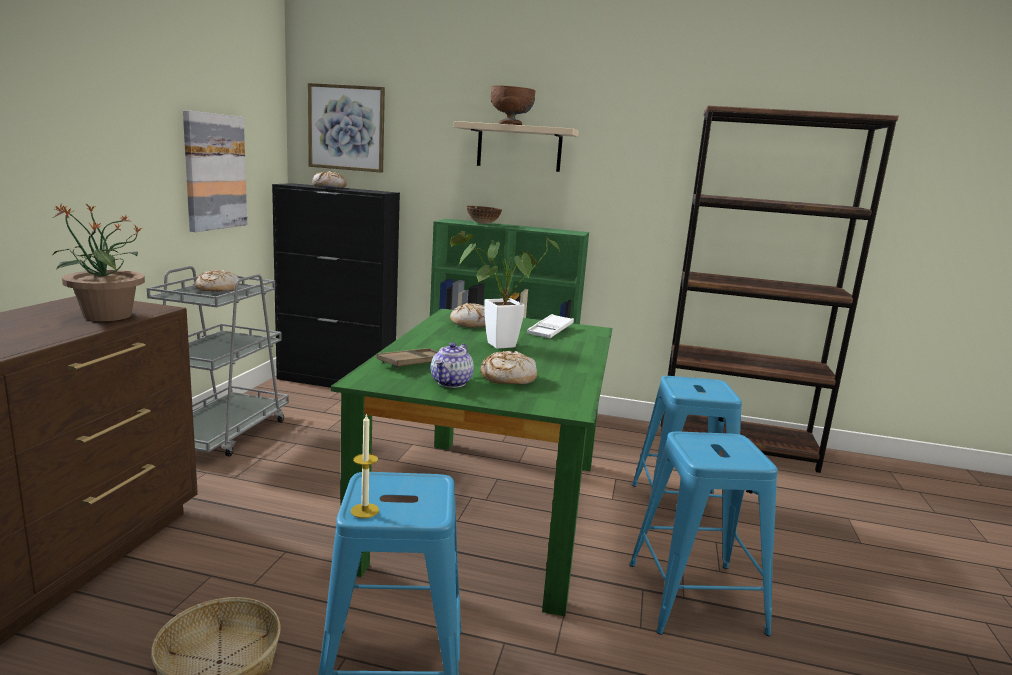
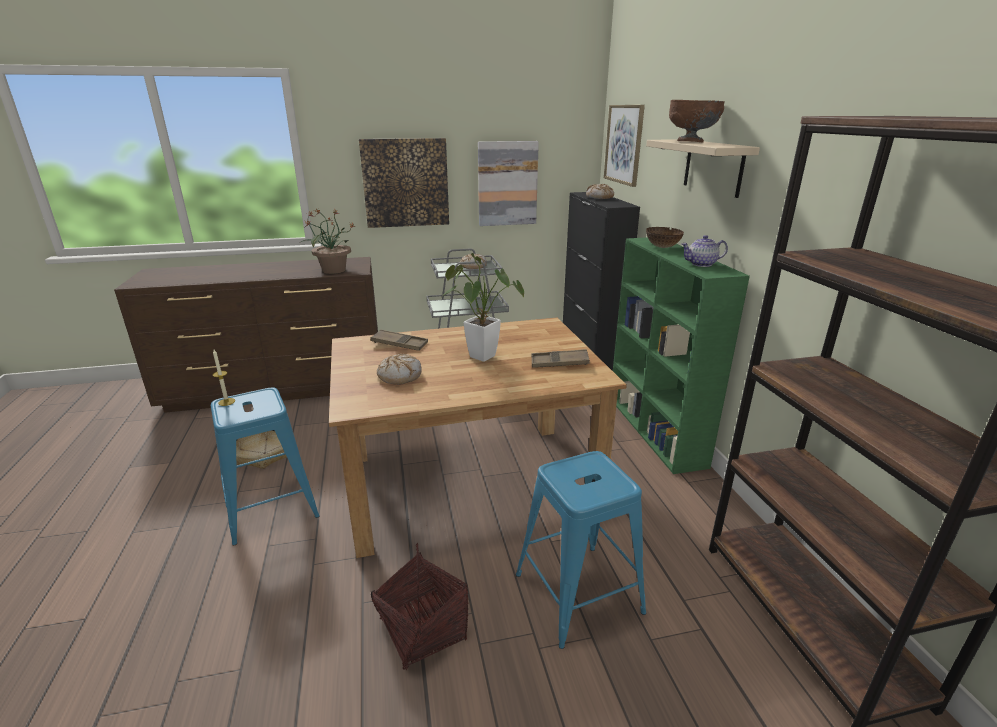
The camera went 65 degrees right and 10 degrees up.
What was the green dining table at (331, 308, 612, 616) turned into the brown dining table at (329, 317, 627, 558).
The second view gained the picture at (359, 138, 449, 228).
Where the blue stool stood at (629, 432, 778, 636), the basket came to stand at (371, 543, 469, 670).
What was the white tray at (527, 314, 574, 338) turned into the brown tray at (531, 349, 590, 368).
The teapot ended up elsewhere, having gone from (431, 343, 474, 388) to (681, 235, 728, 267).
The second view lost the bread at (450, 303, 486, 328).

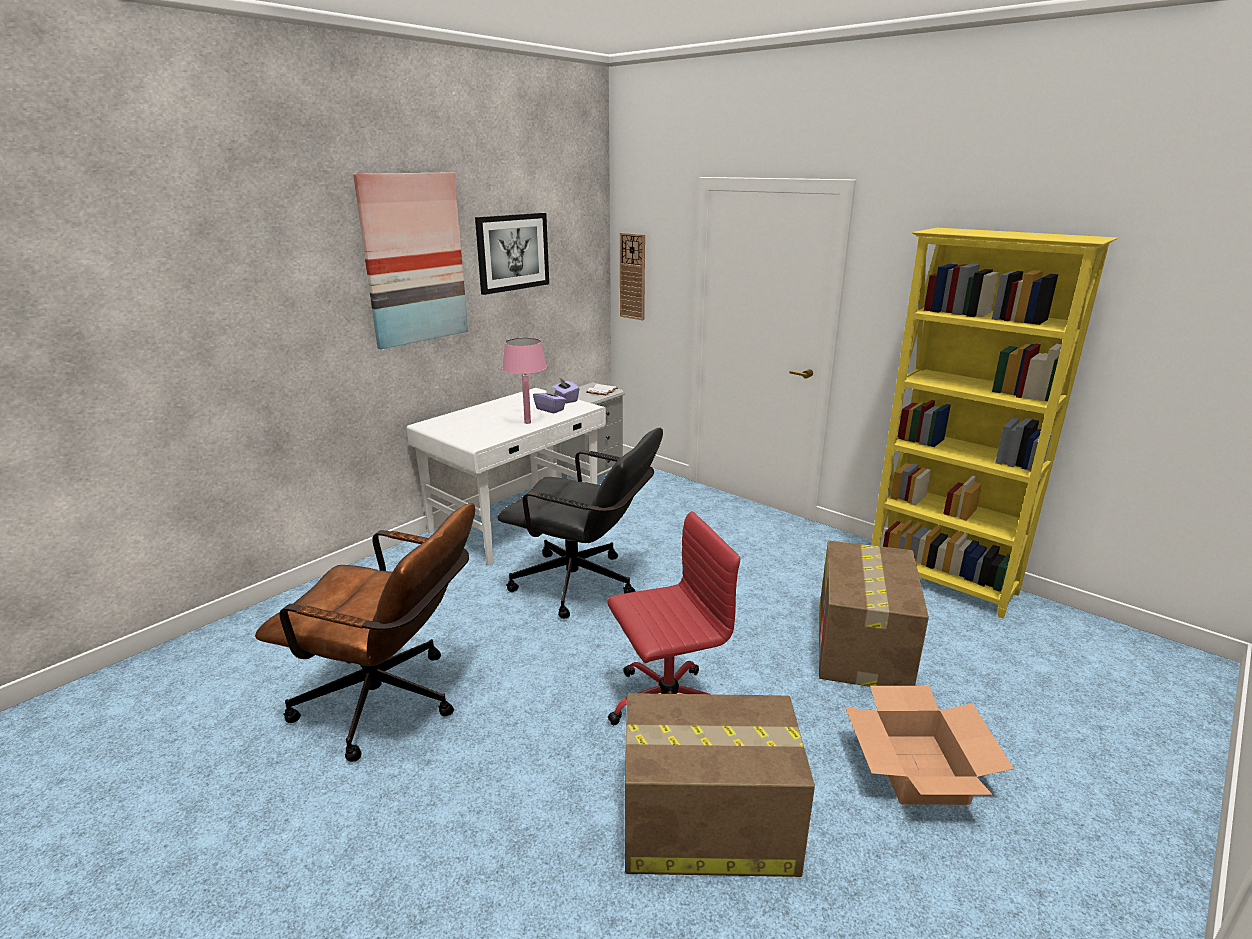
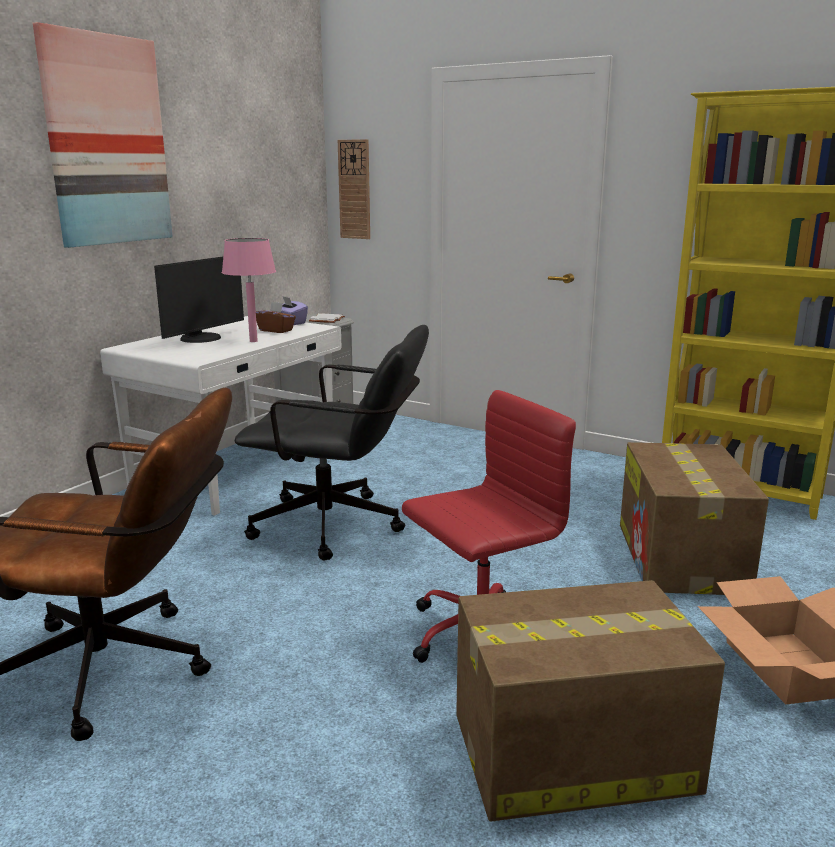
The camera went 10 degrees left and 5 degrees down.
The second view gained the monitor at (154, 257, 244, 343).
What was the purple tissue box at (533, 385, 567, 413) turned into the brown tissue box at (256, 302, 296, 333).
The second view lost the picture at (475, 213, 549, 295).

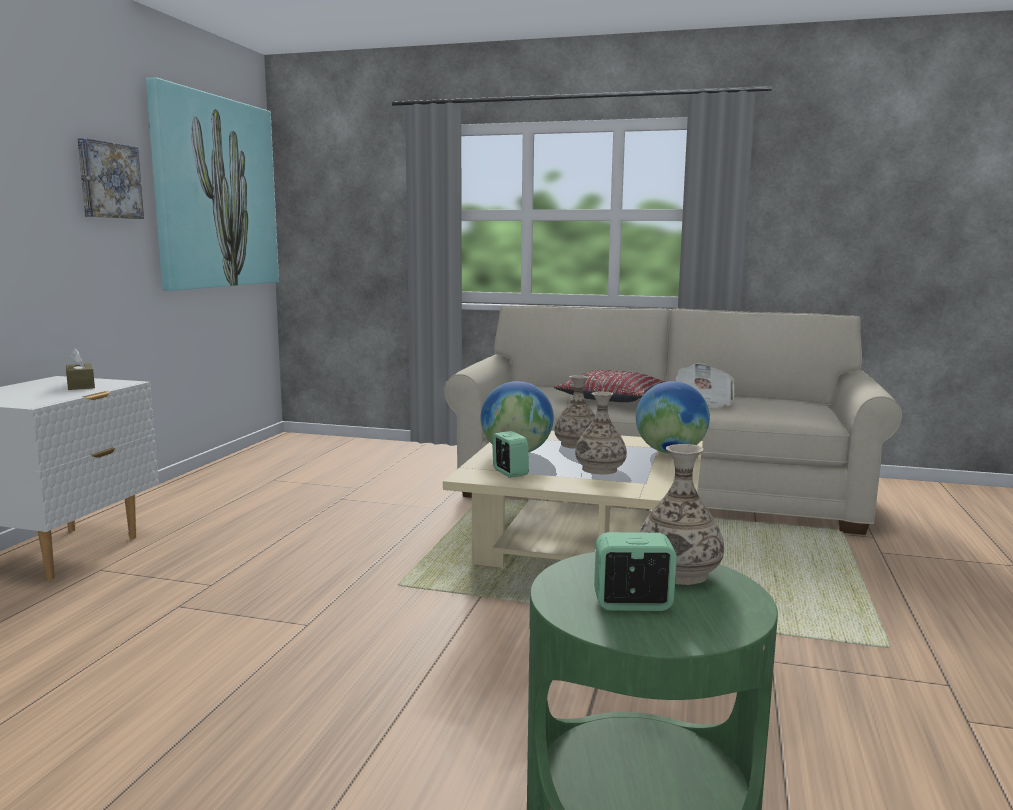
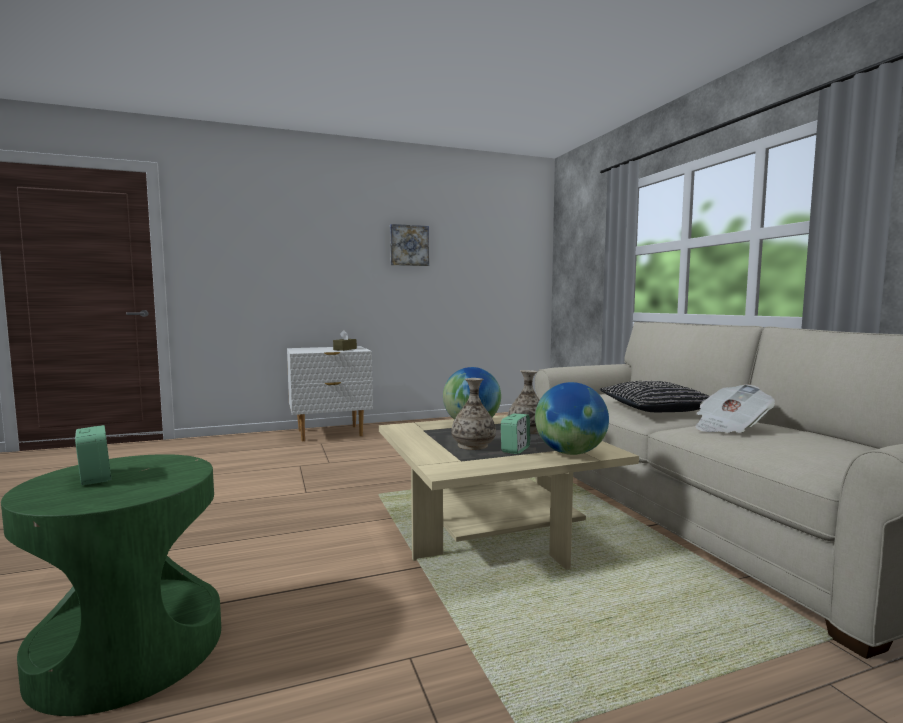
The camera went 55 degrees right and 5 degrees down.
The alarm clock ended up elsewhere, having gone from (492, 431, 529, 478) to (501, 414, 530, 454).
What was the red pillow at (554, 370, 665, 402) turned into the black pillow at (600, 381, 709, 412).
The second view lost the picture at (146, 77, 279, 291).
The second view lost the vase at (639, 444, 724, 585).

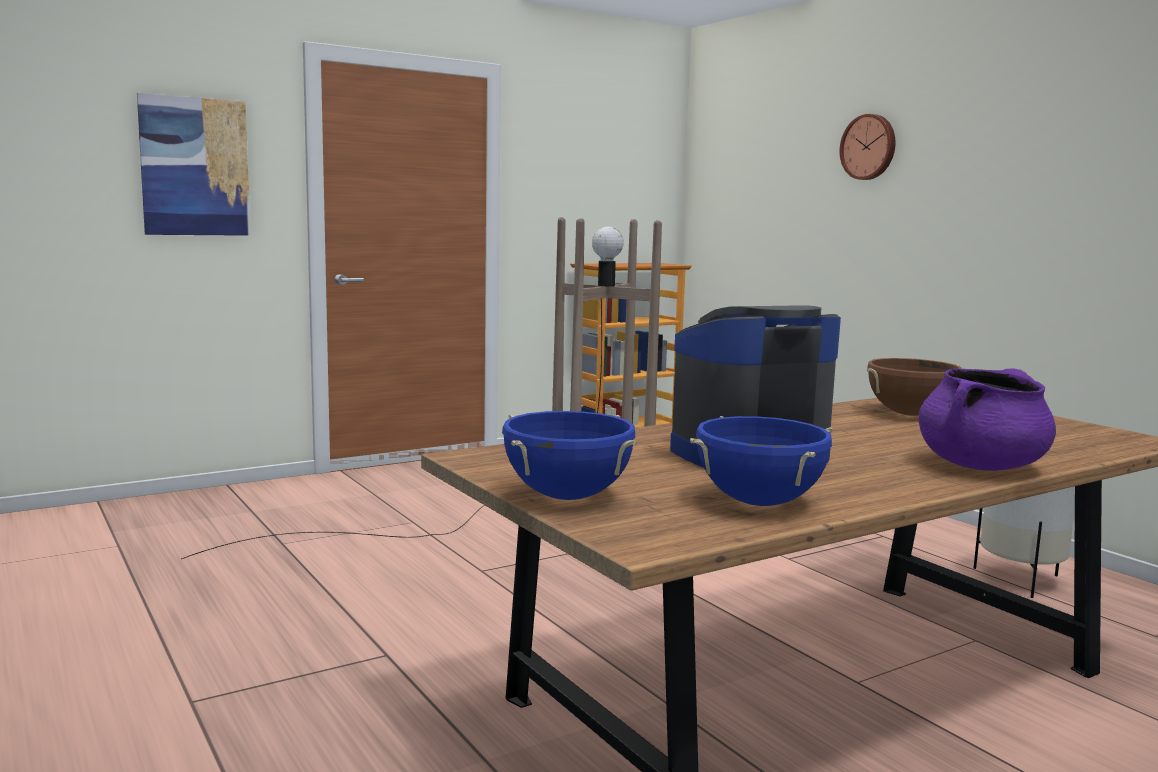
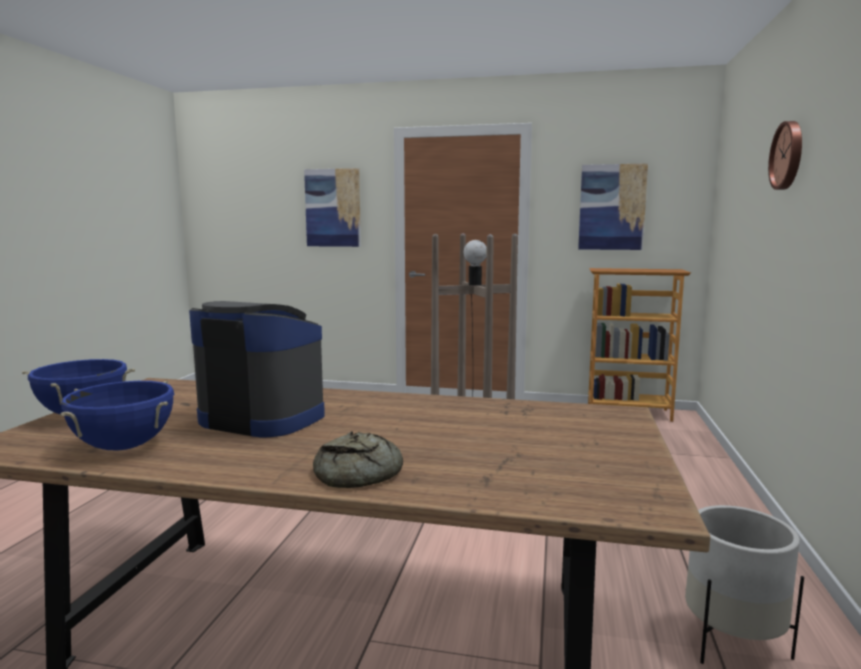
The camera went 45 degrees right and 0 degrees up.
Where the purple cooking pot stood at (919, 368, 1056, 471), the bread came to stand at (313, 431, 403, 488).
The second view gained the picture at (578, 163, 648, 250).
The second view lost the brown cooking pot at (867, 358, 962, 416).

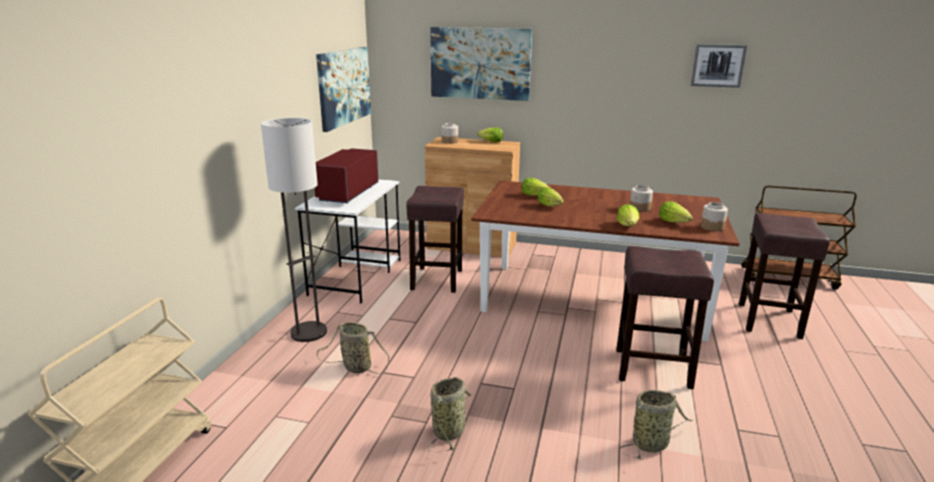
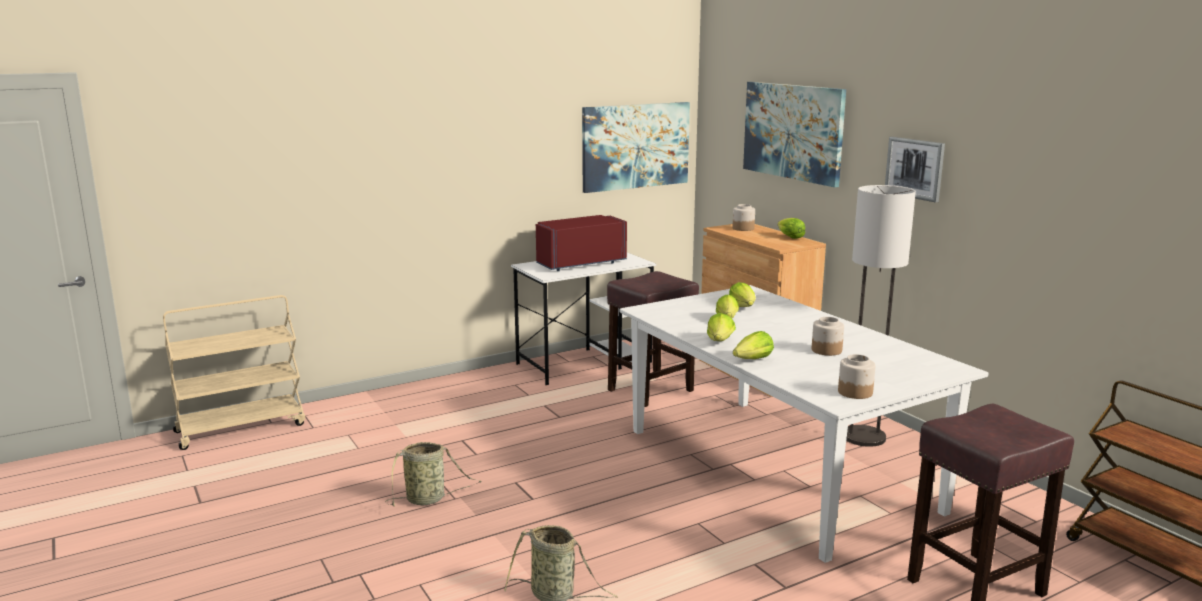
The camera went 45 degrees right and 5 degrees down.
What was the brown dining table at (471, 181, 740, 341) turned into the white dining table at (620, 285, 988, 563).
The lettuce ended up elsewhere, having gone from (659, 202, 693, 223) to (707, 313, 736, 341).
The floor lamp ended up elsewhere, having gone from (261, 118, 327, 342) to (846, 185, 916, 447).
The picture ended up elsewhere, having gone from (691, 44, 747, 88) to (885, 137, 945, 202).
The second view lost the basket at (317, 322, 390, 374).
The second view lost the brown stool at (616, 246, 714, 389).

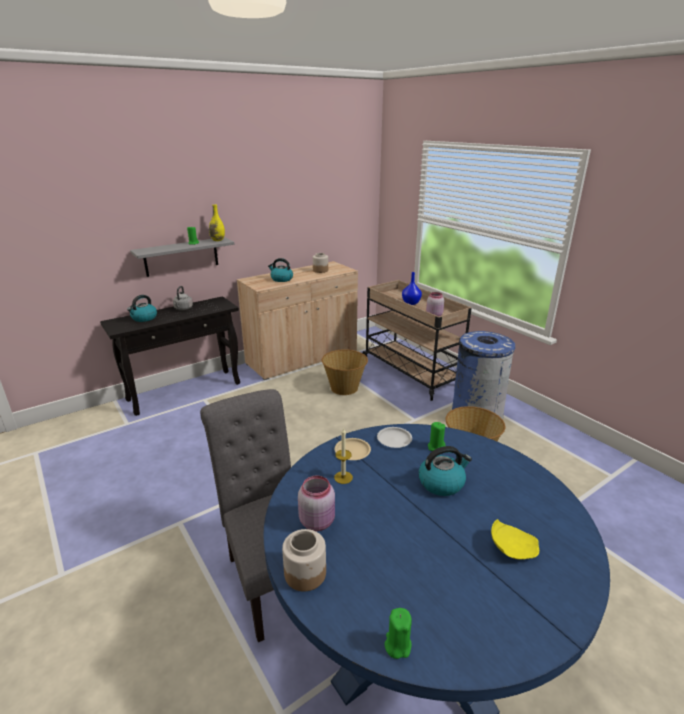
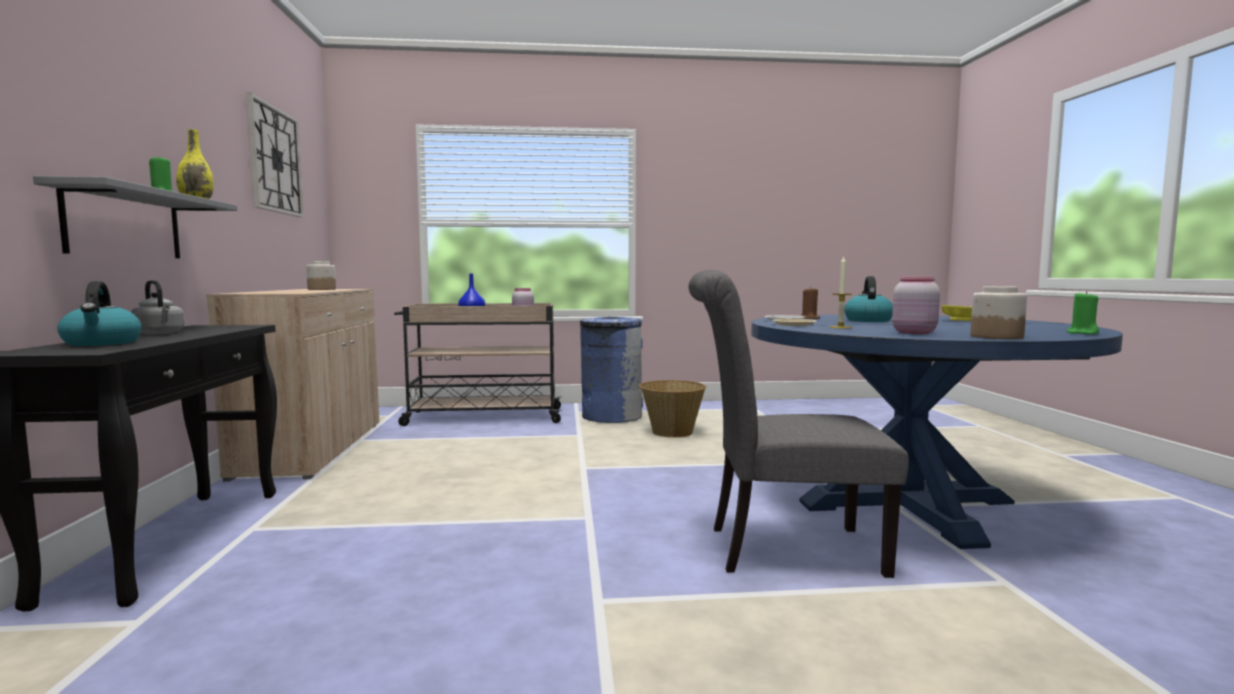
The camera went 60 degrees left and 20 degrees down.
The second view gained the wall clock at (246, 92, 304, 217).
What was the green candle at (428, 422, 445, 451) turned into the brown candle at (801, 287, 820, 319).
The second view lost the kettle at (268, 258, 293, 282).
The second view lost the basket at (322, 349, 368, 395).

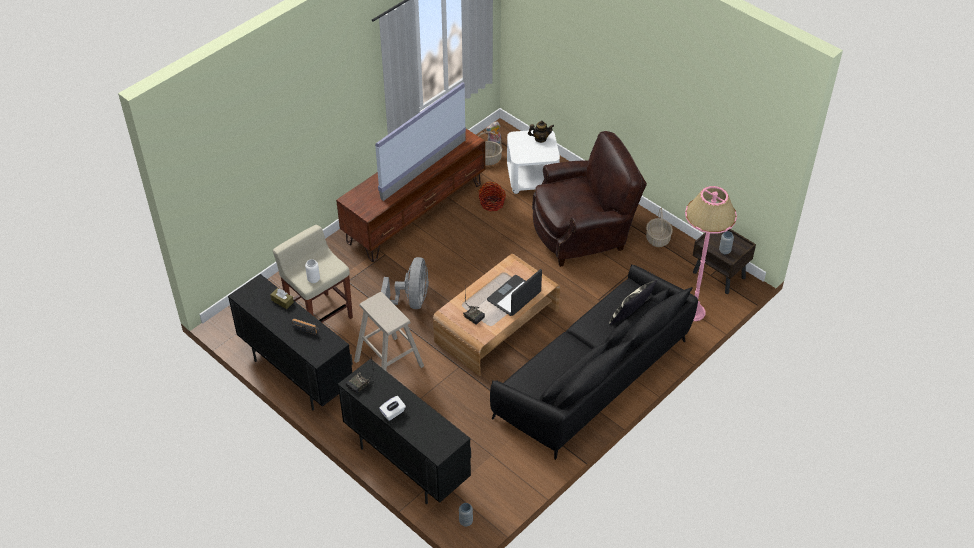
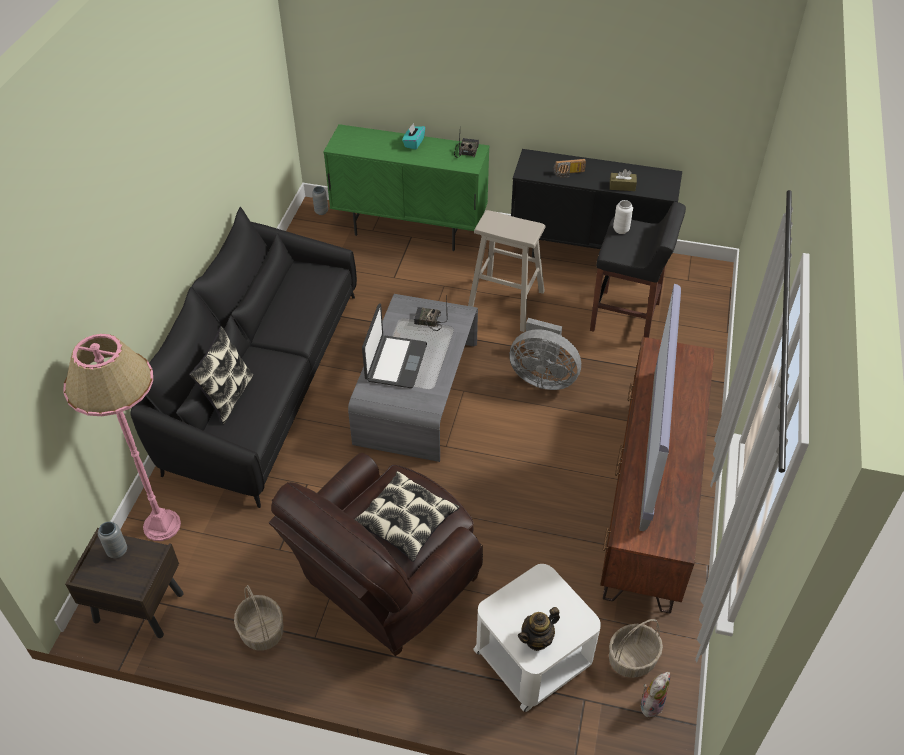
The camera went 150 degrees right and 0 degrees up.
What was the black cabinet at (338, 359, 471, 504) turned into the green cabinet at (323, 124, 490, 251).
What was the brown coffee table at (433, 254, 560, 376) turned into the grey coffee table at (348, 294, 478, 462).
The second view gained the pillow at (354, 471, 460, 562).
What was the white tissue box at (379, 396, 406, 421) turned into the turquoise tissue box at (402, 123, 425, 150).
The grey fan at (381, 257, 429, 309) ended up facing another way, 45 degrees counterclockwise from before.
What was the beige stool at (273, 225, 353, 322) turned into the black stool at (590, 202, 686, 338).
The second view lost the basket at (479, 182, 506, 211).

